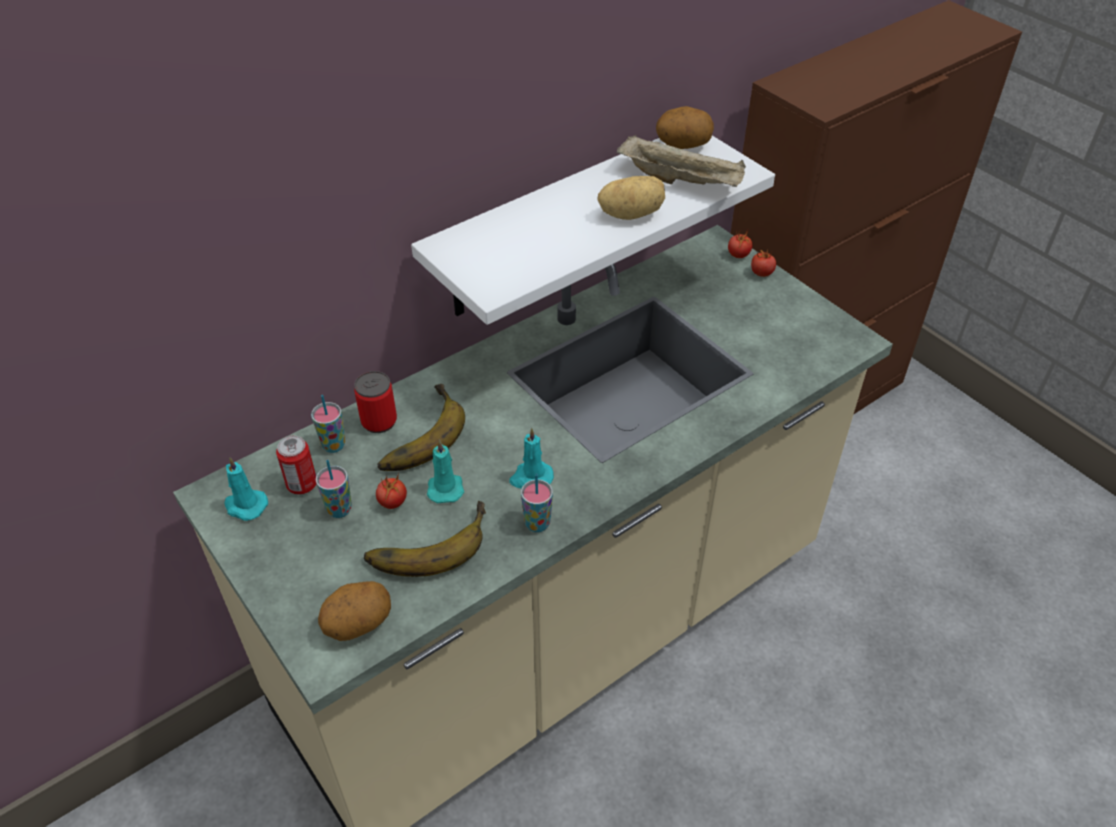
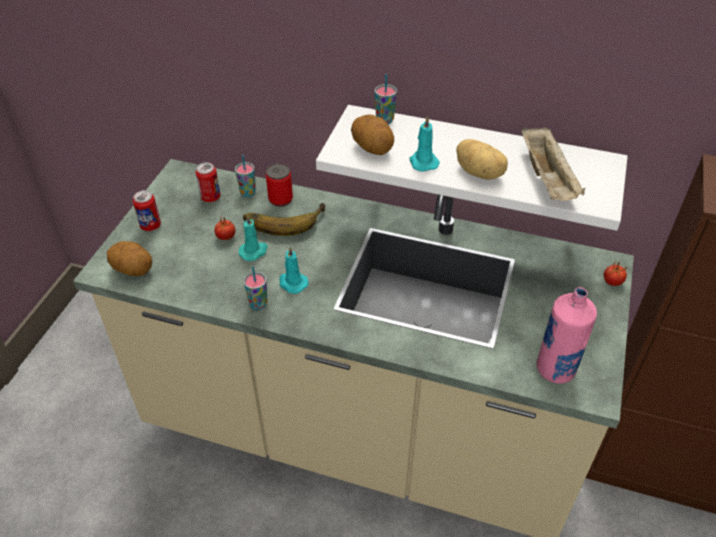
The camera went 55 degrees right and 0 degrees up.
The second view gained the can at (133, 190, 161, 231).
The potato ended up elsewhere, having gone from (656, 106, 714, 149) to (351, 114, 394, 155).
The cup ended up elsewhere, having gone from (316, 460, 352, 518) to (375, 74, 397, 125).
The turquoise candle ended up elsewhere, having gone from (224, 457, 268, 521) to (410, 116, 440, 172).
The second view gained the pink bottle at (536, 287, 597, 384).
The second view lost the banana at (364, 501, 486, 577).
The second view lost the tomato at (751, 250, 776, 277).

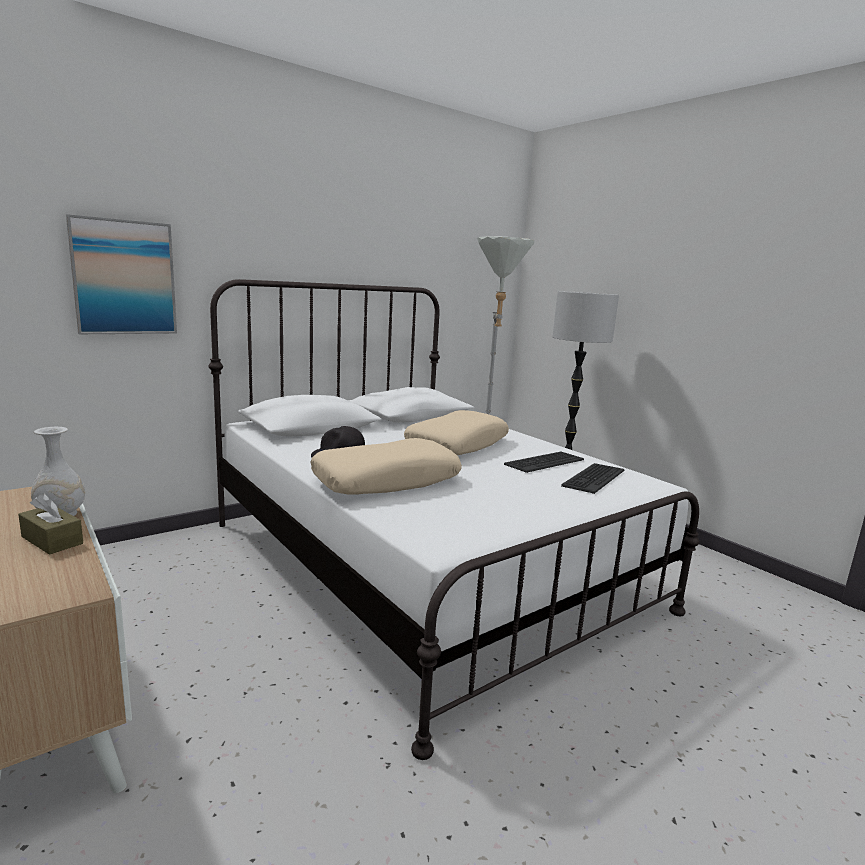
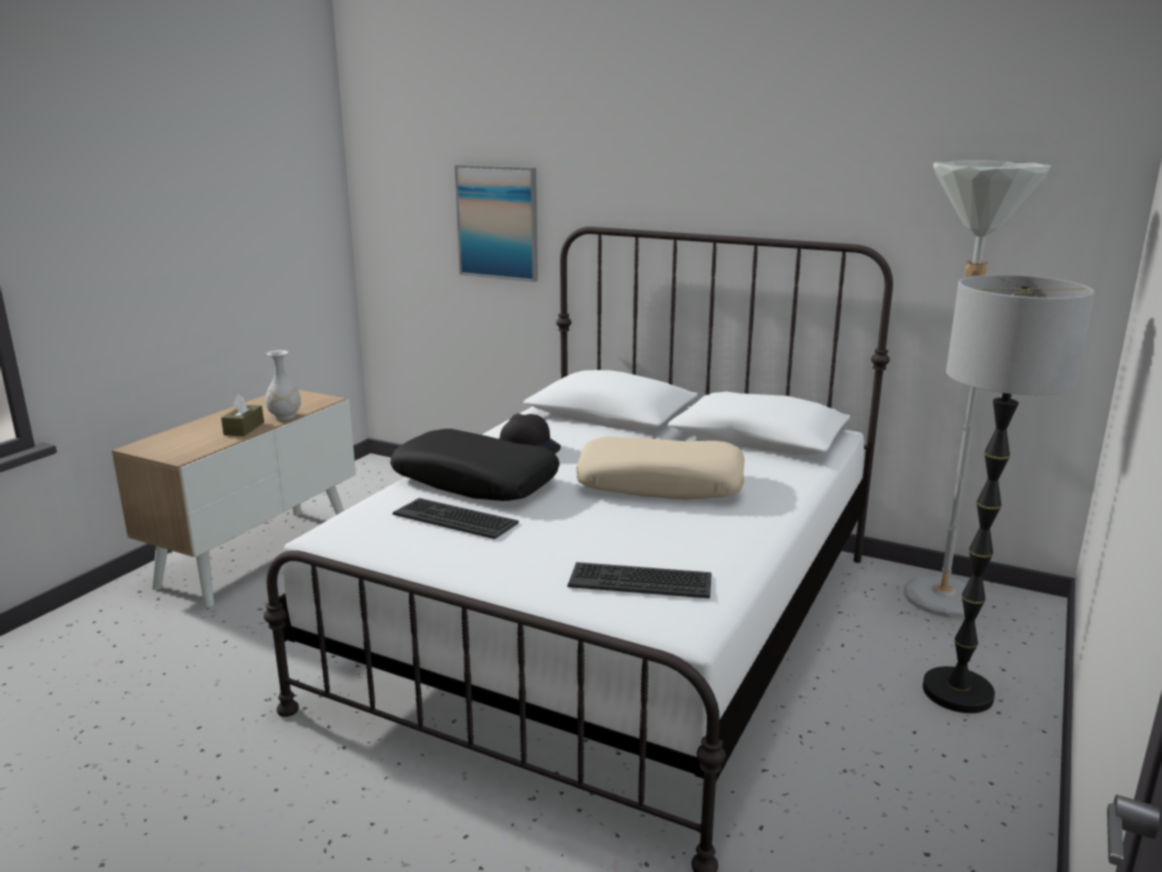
The camera went 65 degrees right and 5 degrees up.
What was the beige pillow at (310, 438, 462, 495) turned into the black pillow at (390, 429, 560, 501).
The keyboard ended up elsewhere, having gone from (504, 452, 584, 473) to (393, 498, 519, 539).

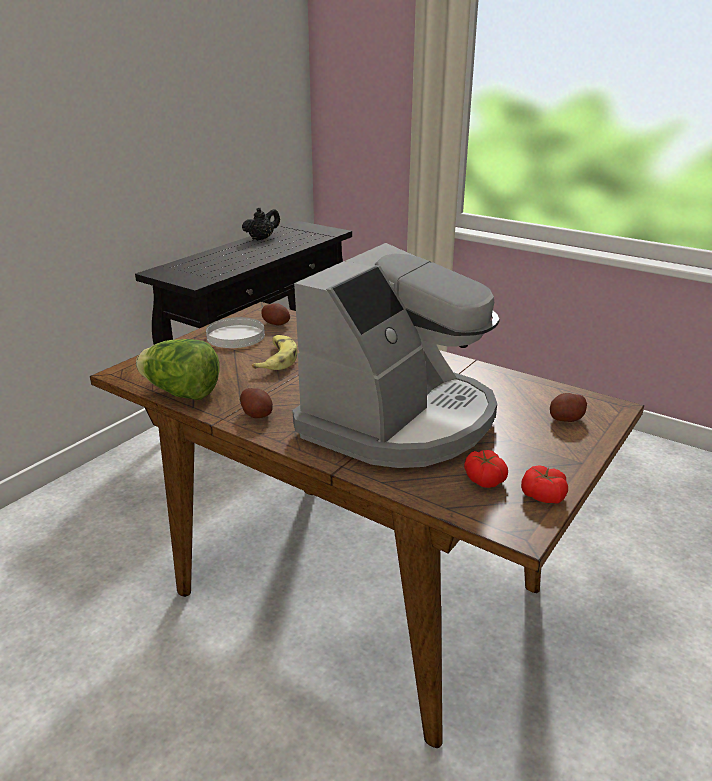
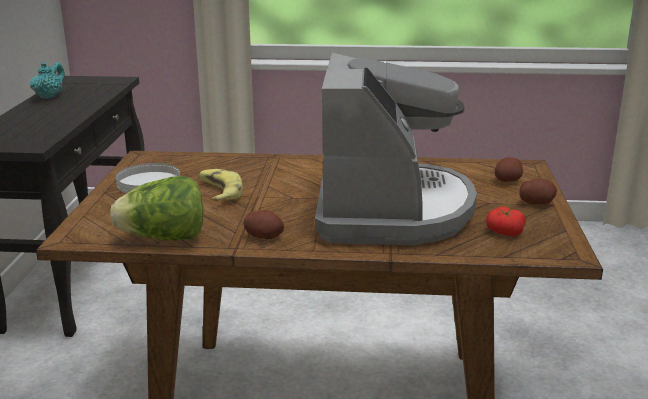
The camera went 30 degrees left and 5 degrees down.
What was the black teapot at (242, 208, 280, 241) turned into the turquoise teapot at (30, 62, 65, 99).
The potato ended up elsewhere, having gone from (261, 303, 290, 325) to (520, 178, 557, 204).
The second view lost the tomato at (521, 465, 568, 503).

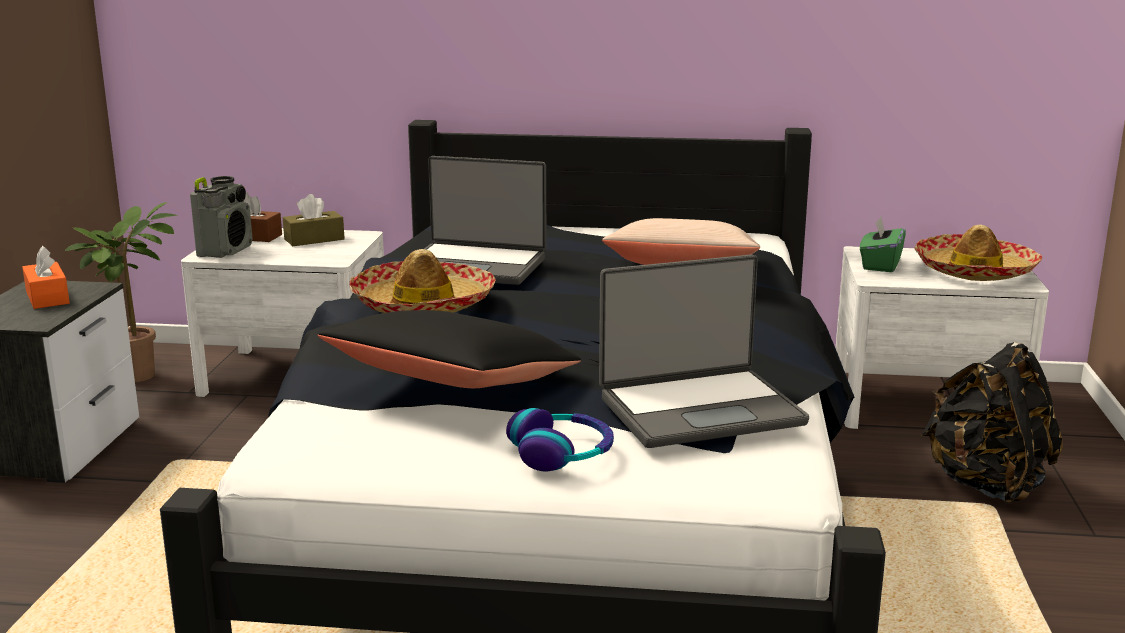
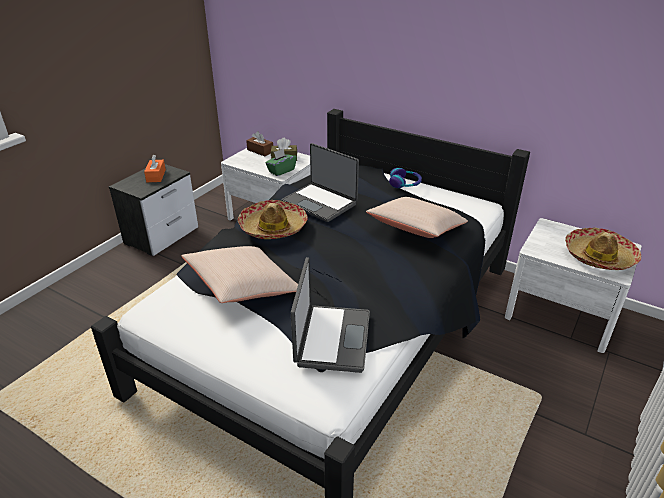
The camera went 25 degrees right and 15 degrees up.
What was the black pillow at (318, 310, 581, 388) turned into the beige pillow at (182, 246, 298, 303).
The green tissue box ended up elsewhere, having gone from (860, 217, 906, 272) to (265, 149, 297, 176).
The laptop at (599, 254, 809, 448) ended up facing another way, 90 degrees counterclockwise from before.
The headphones ended up elsewhere, having gone from (506, 408, 614, 471) to (389, 168, 422, 188).
The second view lost the potted plant at (65, 202, 178, 382).
The second view lost the radio at (190, 176, 252, 258).
The second view lost the black backpack at (921, 342, 1063, 504).

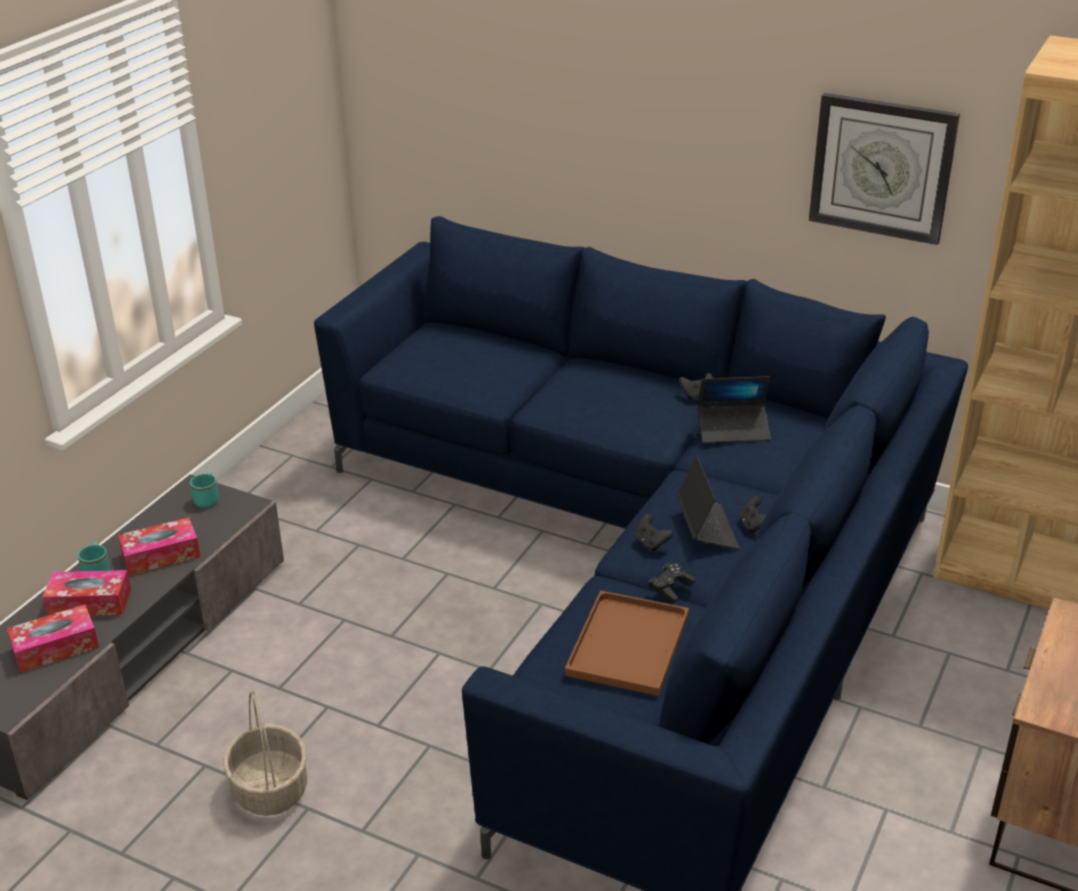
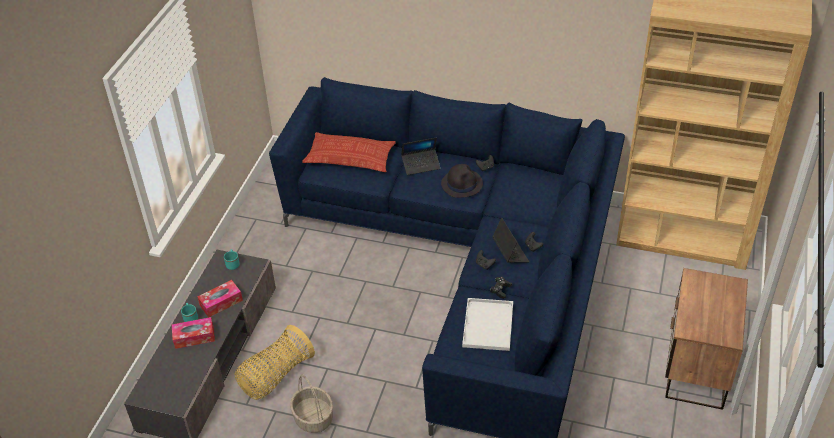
The camera went 10 degrees left and 10 degrees up.
The second view gained the basket at (234, 325, 315, 400).
The second view gained the pillow at (302, 132, 396, 172).
The laptop ended up elsewhere, having gone from (697, 376, 771, 443) to (401, 138, 441, 175).
The second view gained the black hat at (441, 164, 483, 198).
What was the brown tray at (565, 590, 689, 696) turned into the white tray at (462, 298, 513, 351).
The second view lost the tissue box at (7, 605, 99, 673).
The second view lost the wall clock at (809, 93, 960, 245).

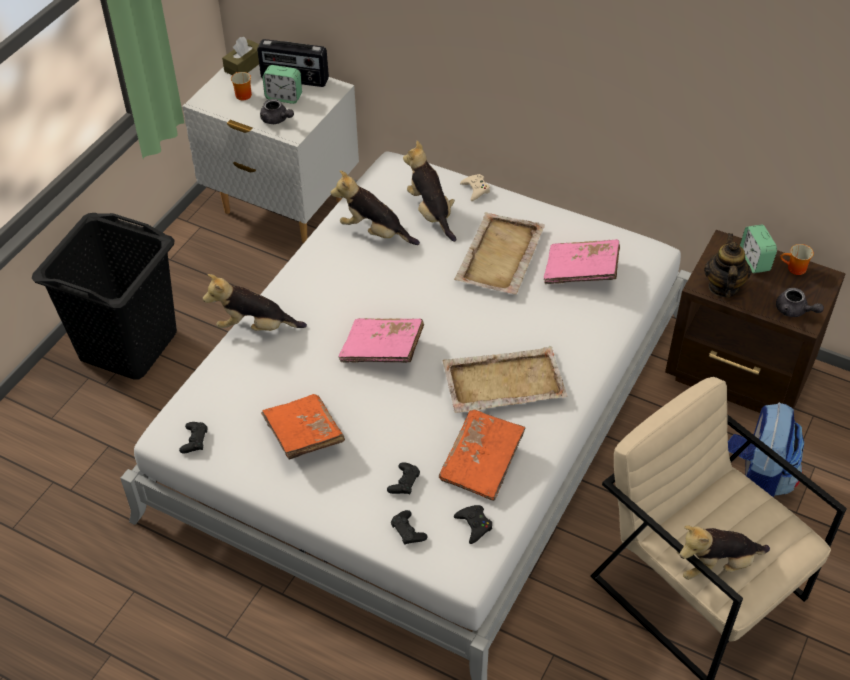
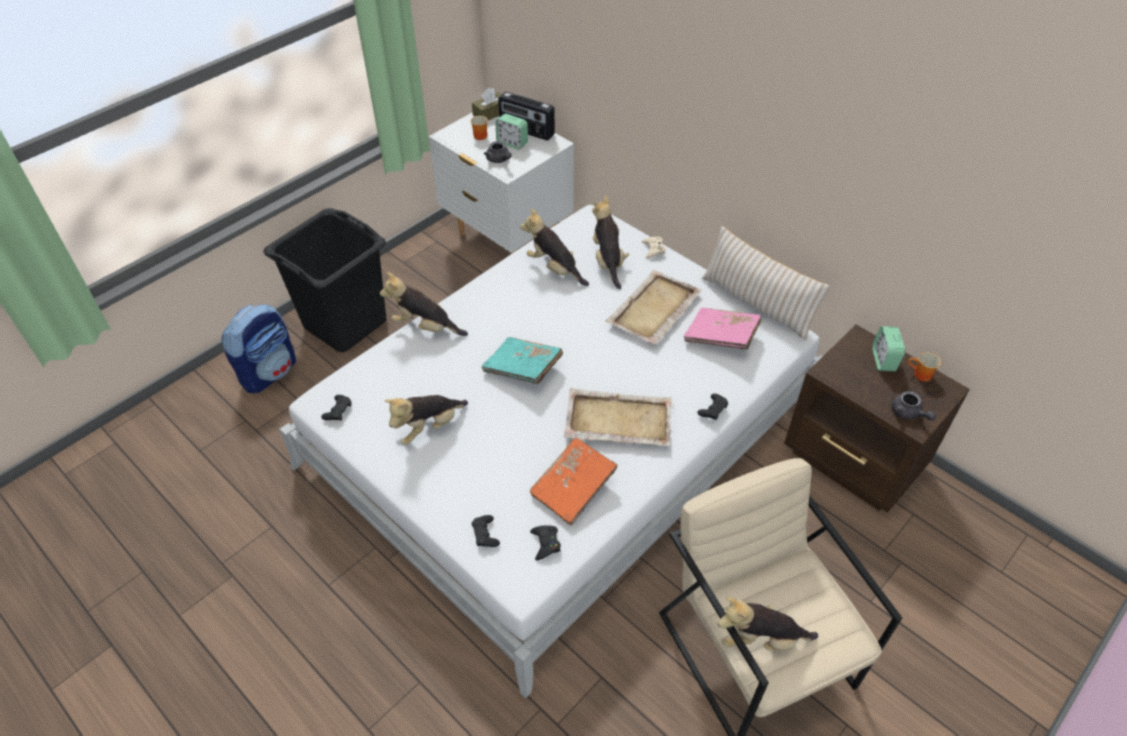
The camera went 15 degrees right and 0 degrees up.
The backpack ended up elsewhere, having gone from (728, 402, 804, 498) to (222, 304, 296, 393).
Where the orange book stood at (261, 394, 345, 460), the plush toy came to stand at (385, 395, 468, 445).
What was the pink book at (339, 318, 424, 363) turned into the turquoise book at (482, 337, 563, 384).
The black game controller ended up elsewhere, having gone from (387, 462, 420, 494) to (697, 394, 728, 420).
The second view gained the beige pillow at (702, 226, 830, 340).
The second view lost the teapot at (704, 233, 752, 298).

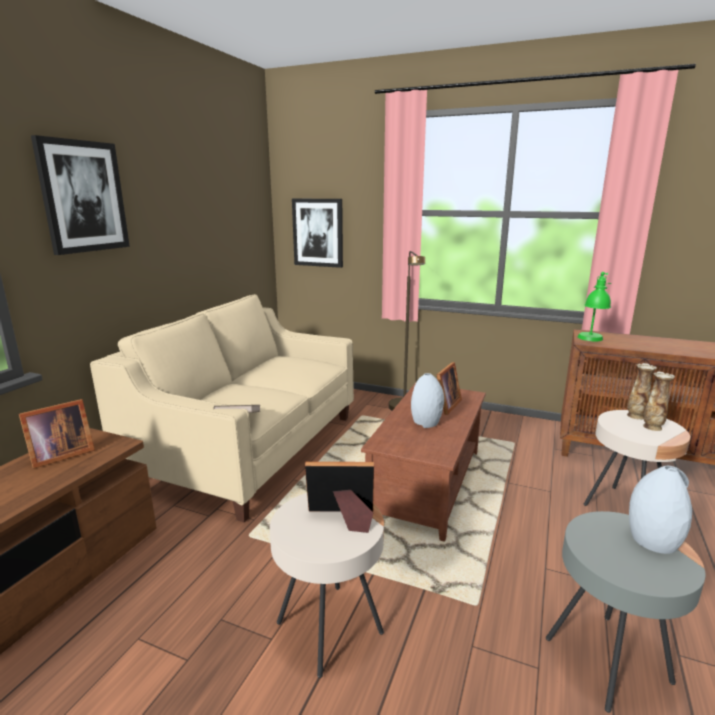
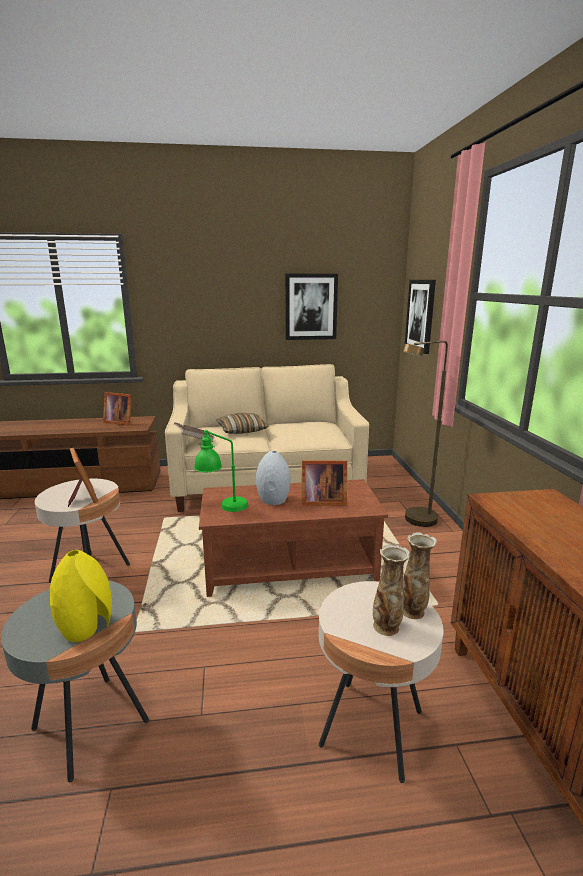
The camera went 60 degrees right and 0 degrees up.
What was the grey vase at (629, 466, 692, 554) turned into the yellow vase at (50, 550, 112, 642).
The green table lamp ended up elsewhere, having gone from (578, 272, 611, 342) to (194, 430, 248, 512).
The second view gained the pillow at (216, 413, 268, 434).
The picture ended up elsewhere, having gone from (31, 135, 130, 255) to (285, 274, 338, 340).

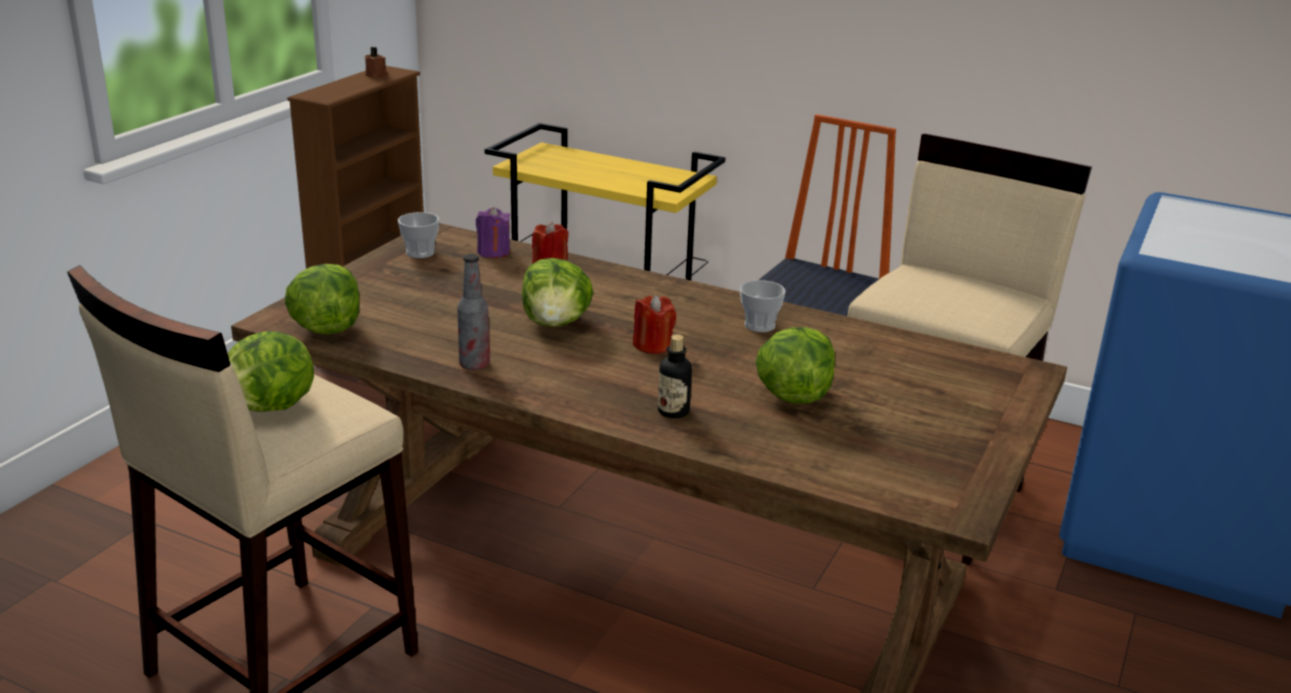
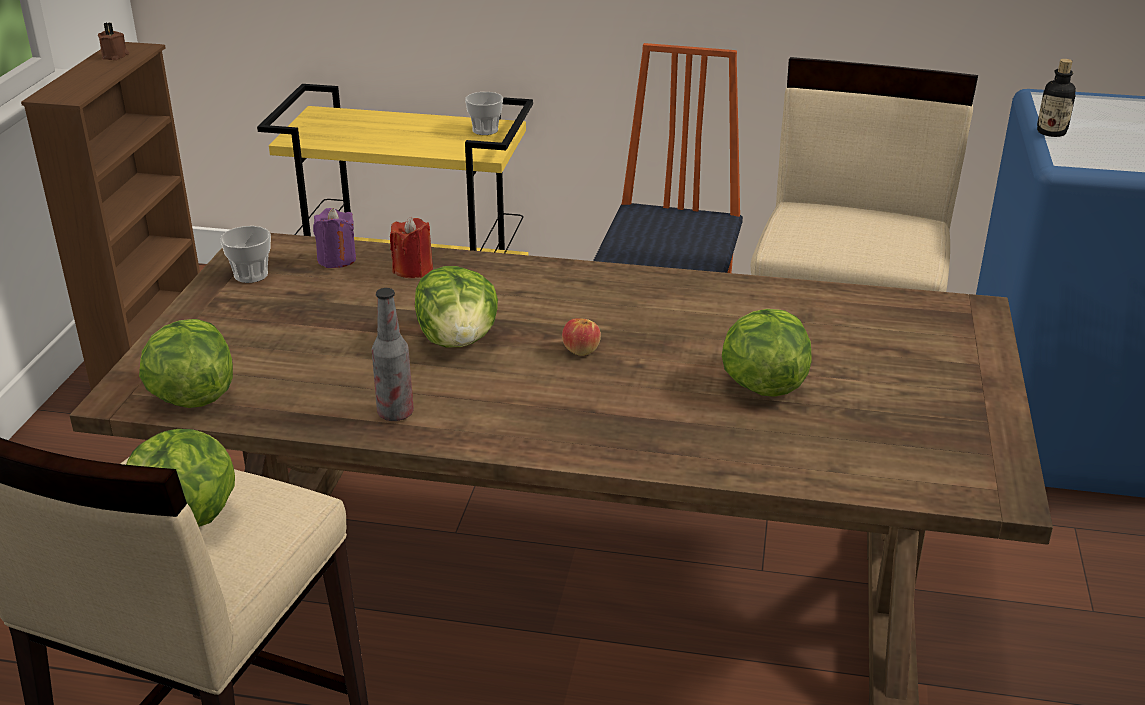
The camera went 15 degrees left and 5 degrees up.
The cup ended up elsewhere, having gone from (740, 280, 786, 332) to (465, 92, 503, 135).
Where the red candle stood at (633, 295, 676, 354), the apple came to stand at (562, 318, 601, 356).
The bottle ended up elsewhere, having gone from (658, 335, 692, 418) to (1037, 59, 1076, 137).

